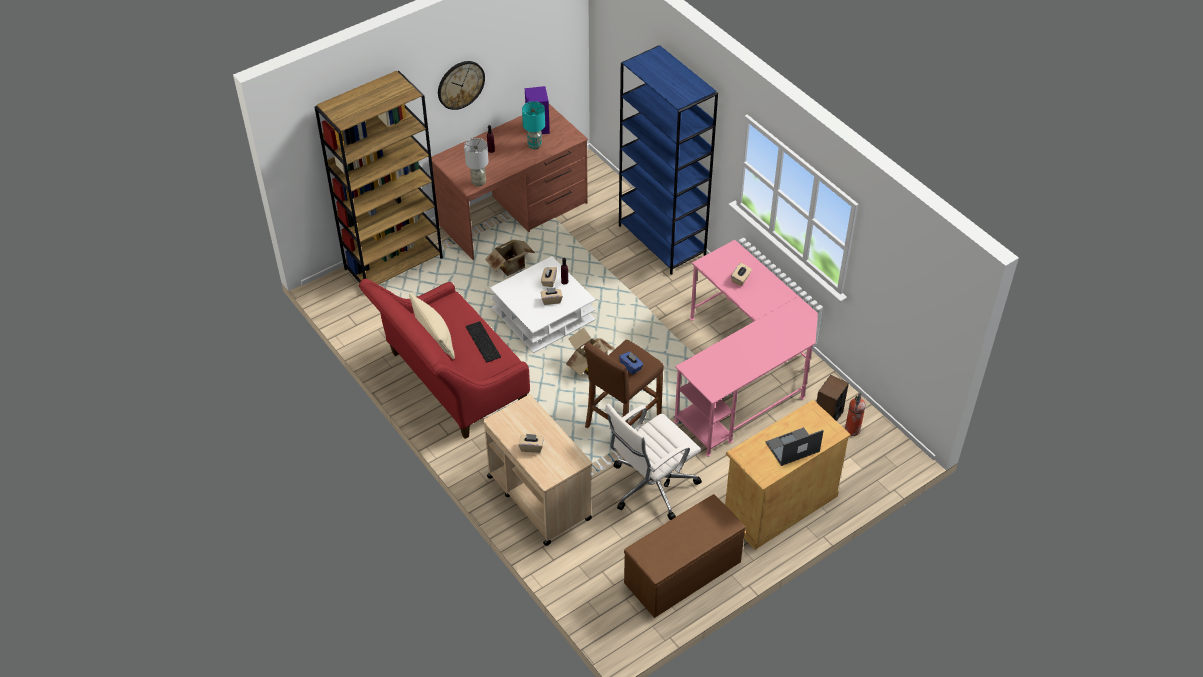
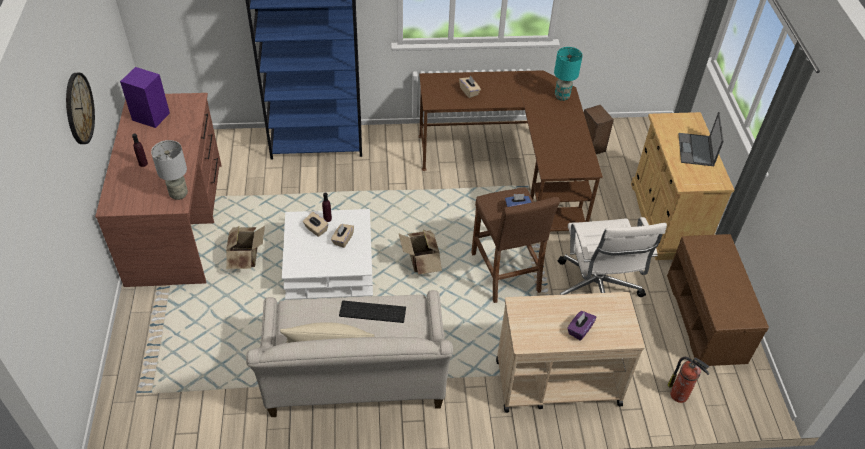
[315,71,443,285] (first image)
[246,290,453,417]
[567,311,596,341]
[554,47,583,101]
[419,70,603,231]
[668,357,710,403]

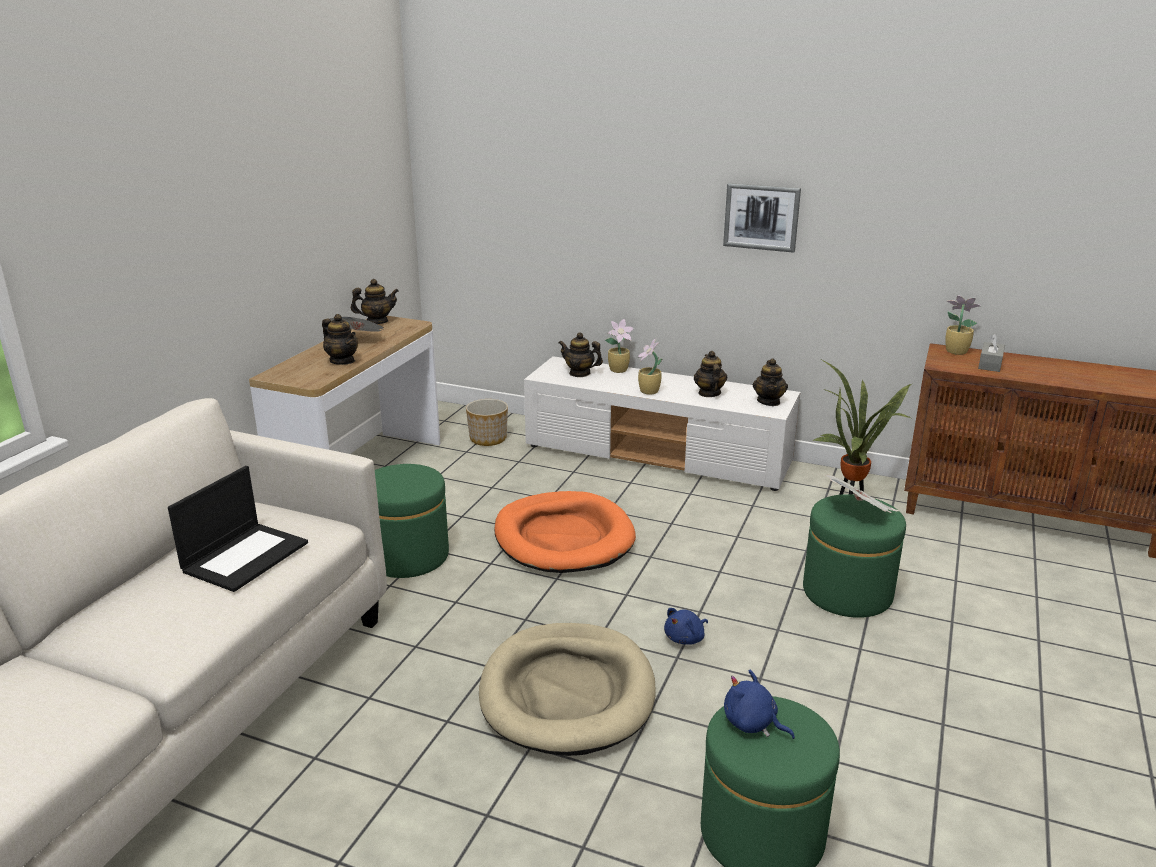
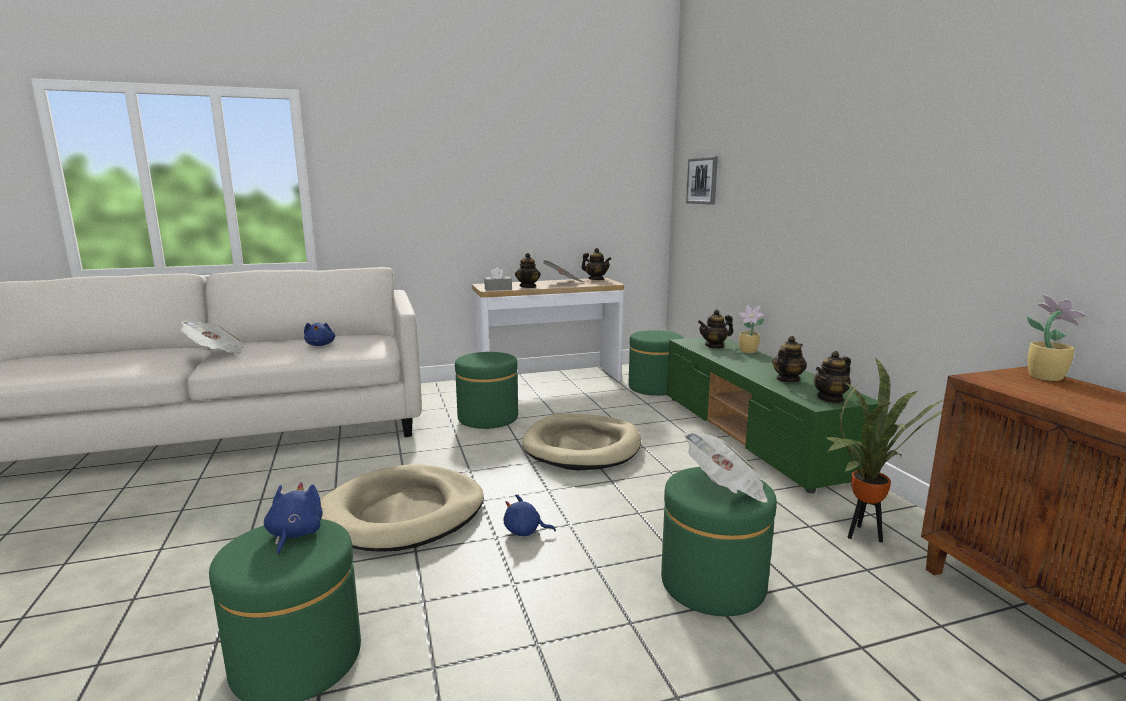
[304,323,335,346]
[629,330,684,396]
[523,413,641,471]
[667,337,878,493]
[698,310,733,349]
[638,338,662,394] (first image)
[686,156,718,205]
[484,267,512,291]
[181,321,246,354]

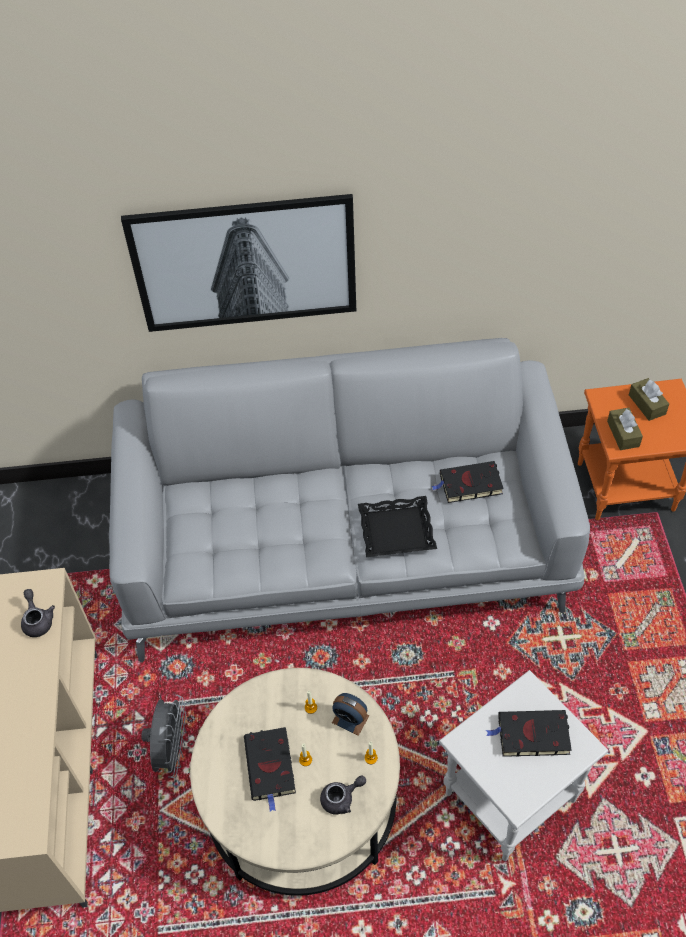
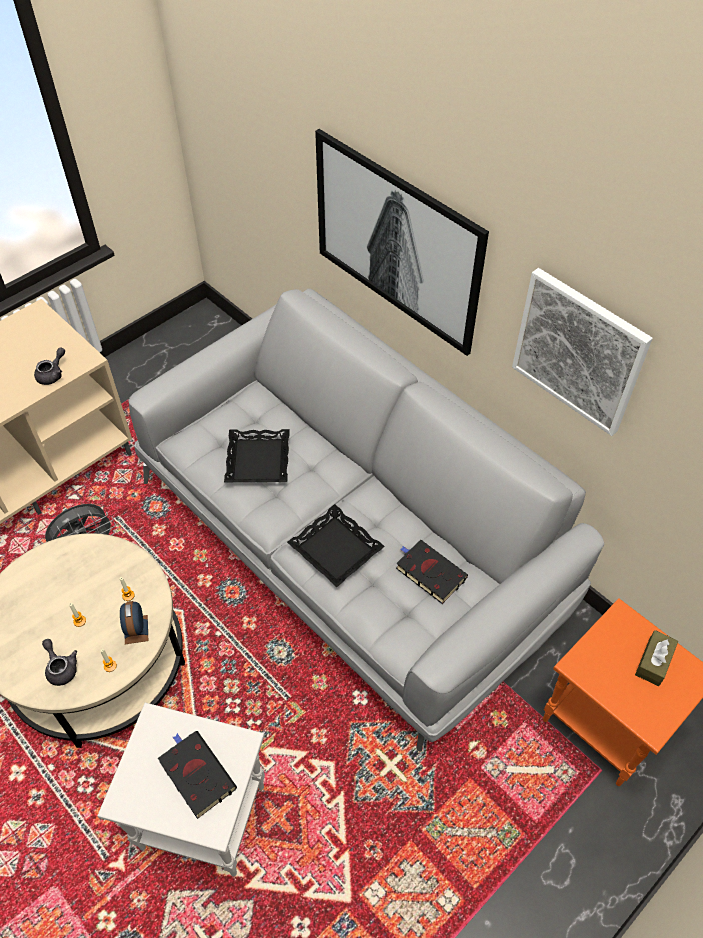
[244,727,296,812] (first image)
[42,639,77,686]
[607,408,643,450] (first image)
[224,429,290,482]
[512,268,653,436]

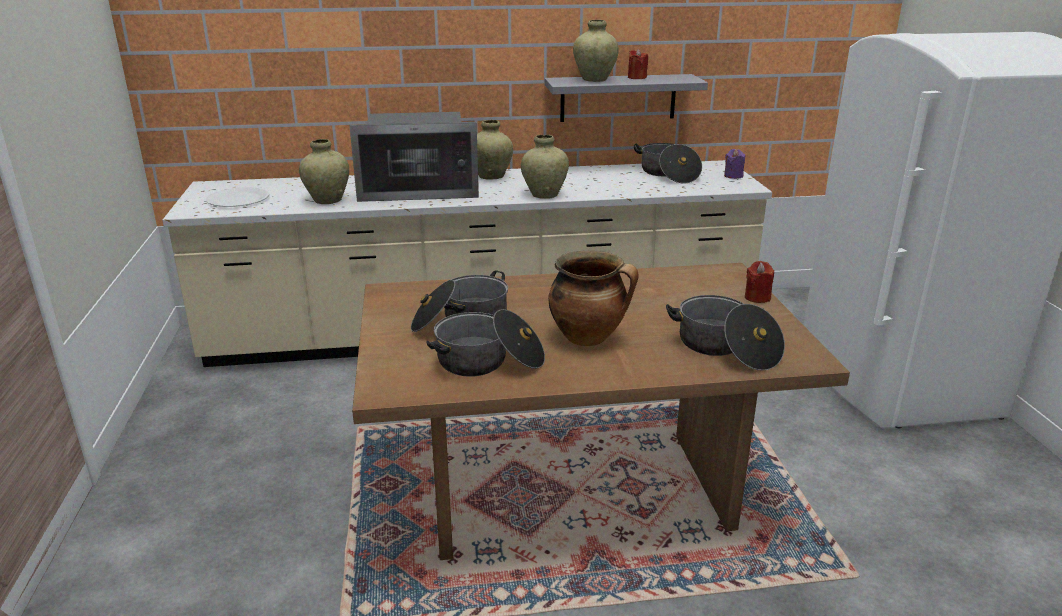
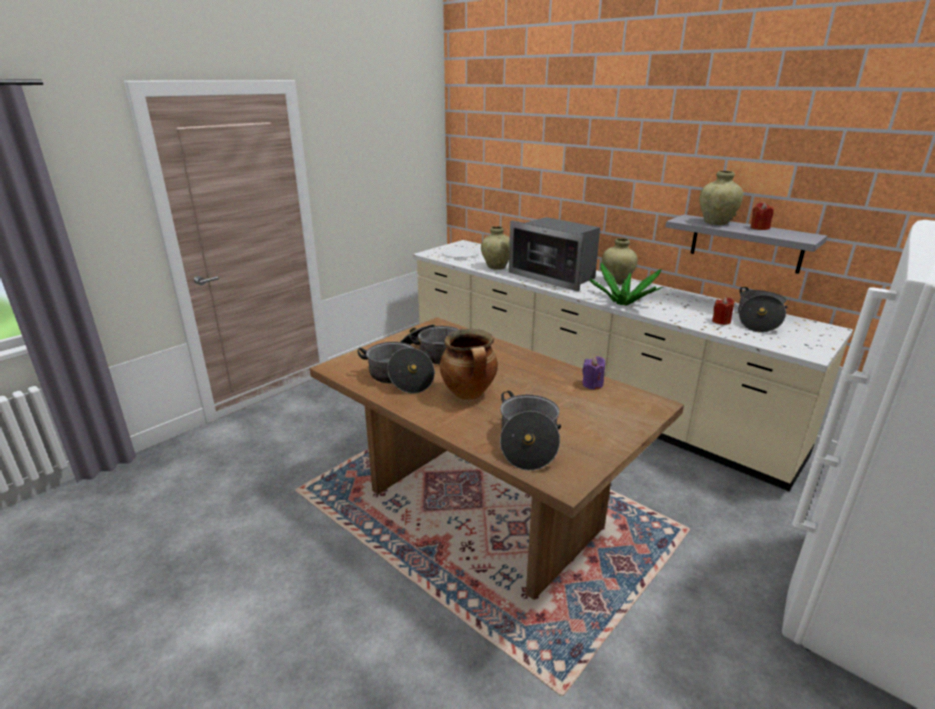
[590,263,662,306]
[582,356,605,390]
[712,297,735,325]

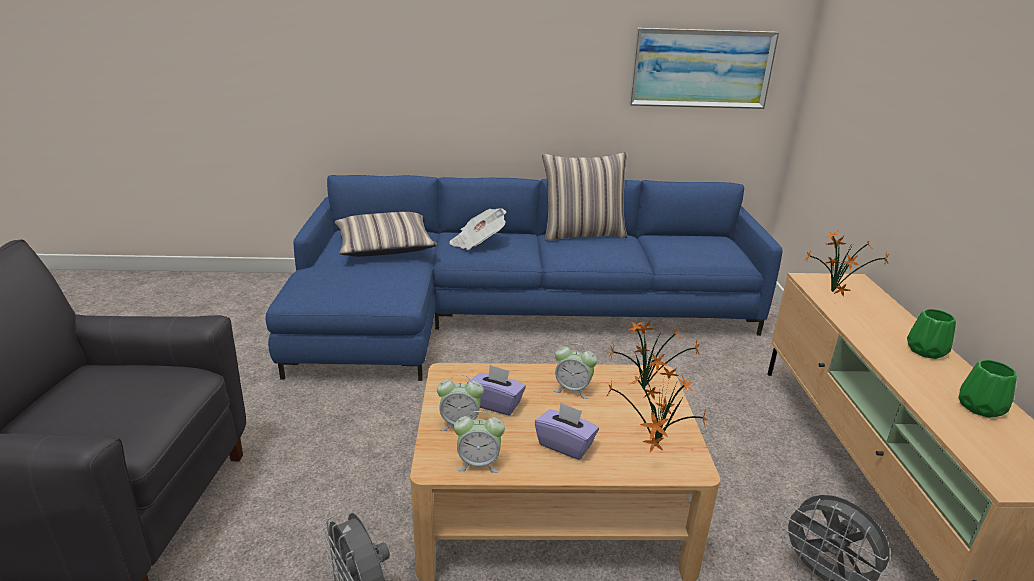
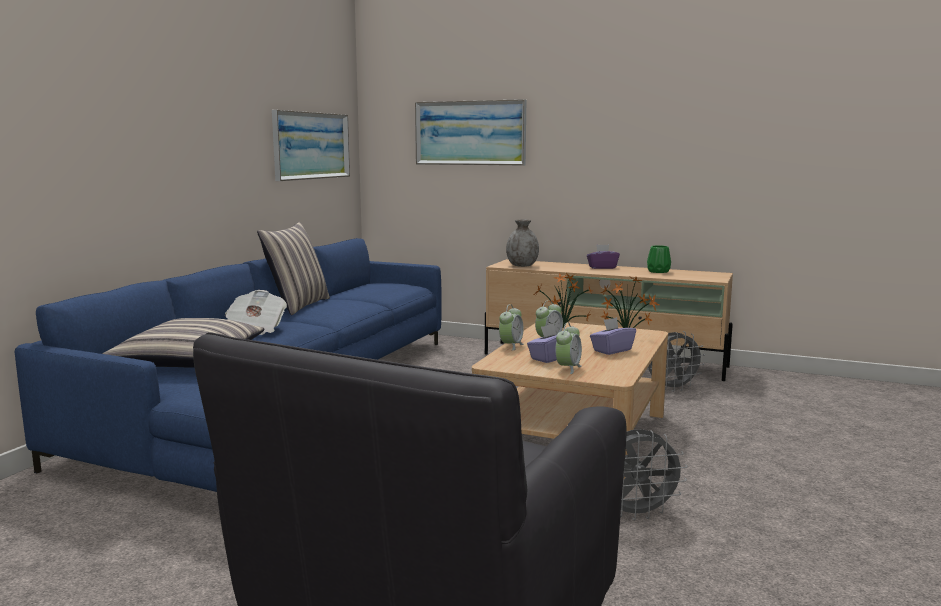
[499,304,524,351]
[506,220,539,267]
[587,244,620,269]
[415,99,526,165]

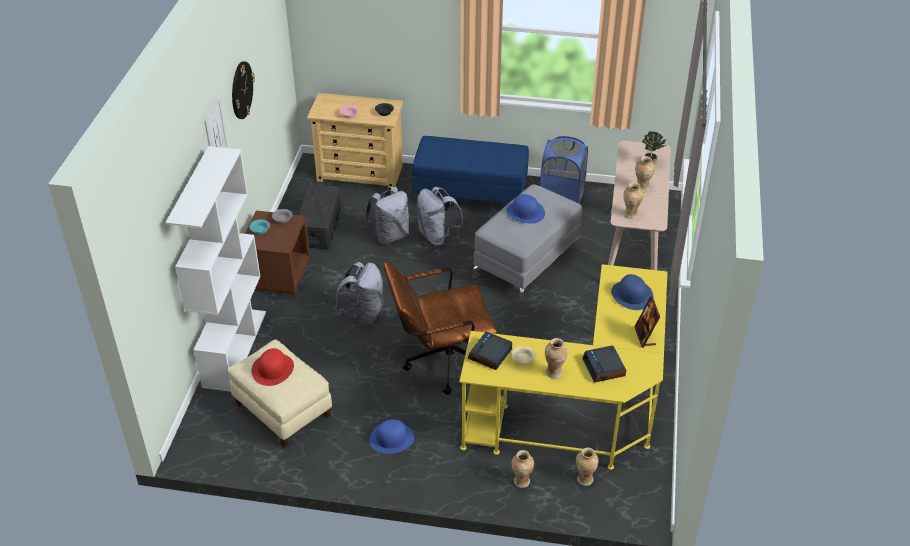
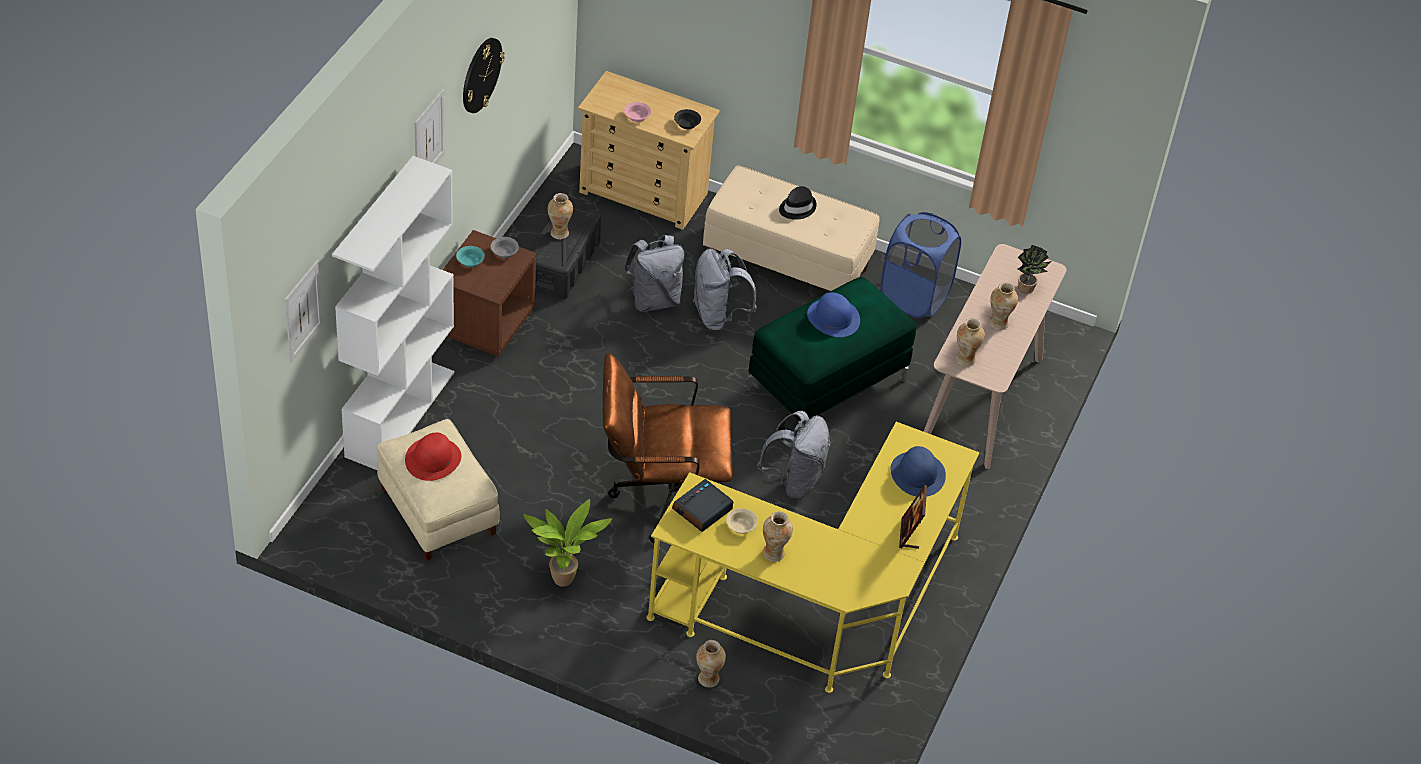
[757,411,830,498]
[524,499,612,587]
[703,165,879,291]
[746,277,916,432]
[548,193,573,239]
[582,346,626,383] (first image)
[285,260,323,363]
[779,186,817,220]

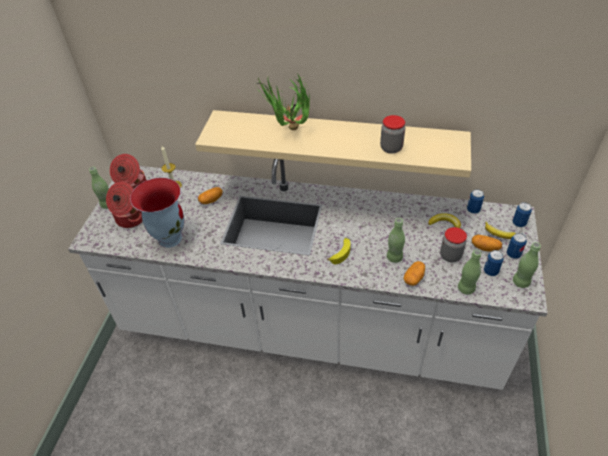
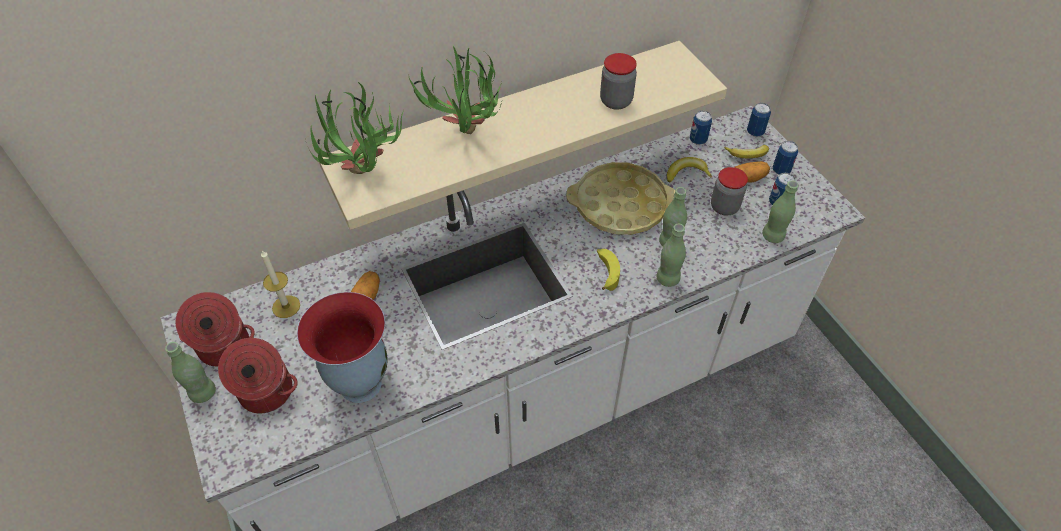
[404,261,425,286] (first image)
[656,224,686,287]
[306,82,404,174]
[566,162,675,235]

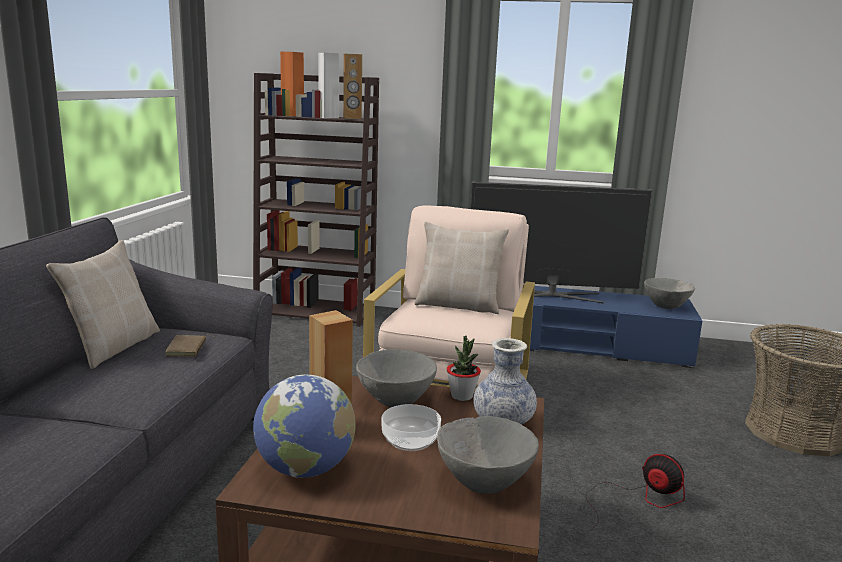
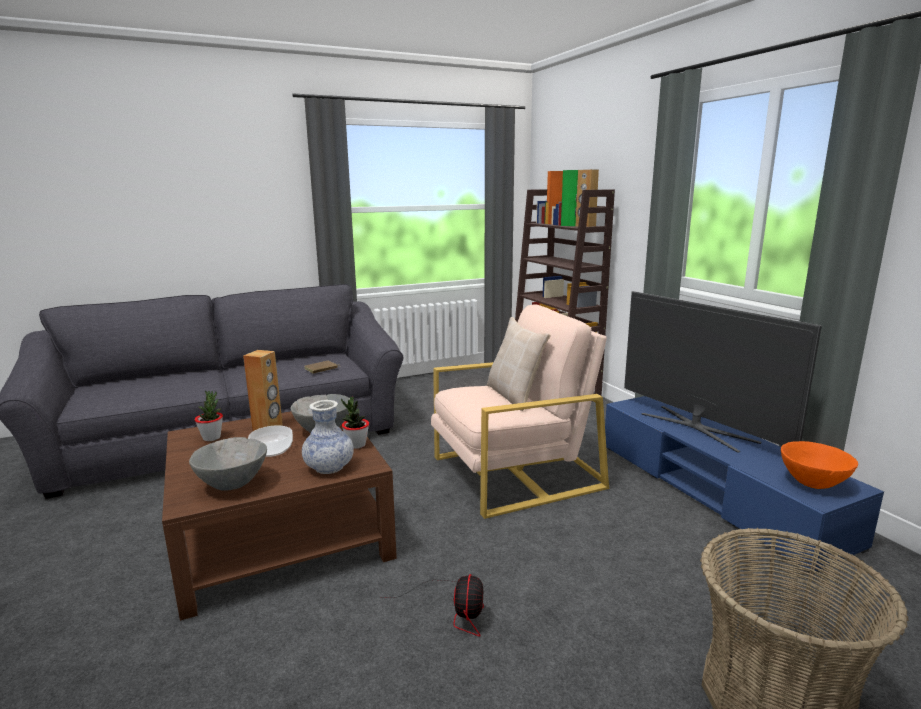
[46,240,160,369] (first image)
[195,391,223,441]
[561,170,578,226]
[781,441,858,489]

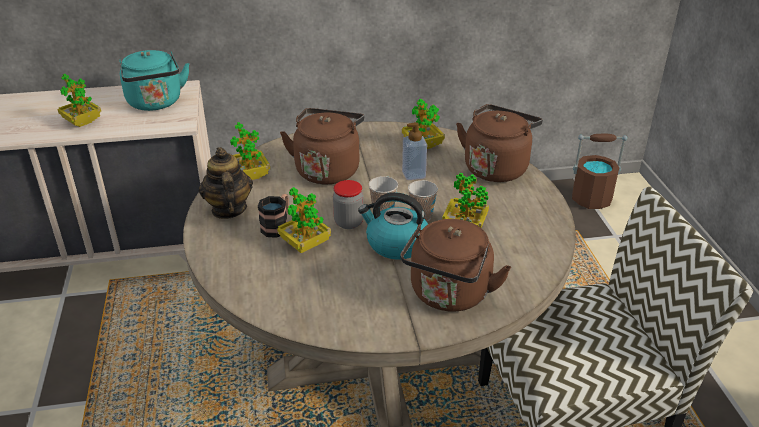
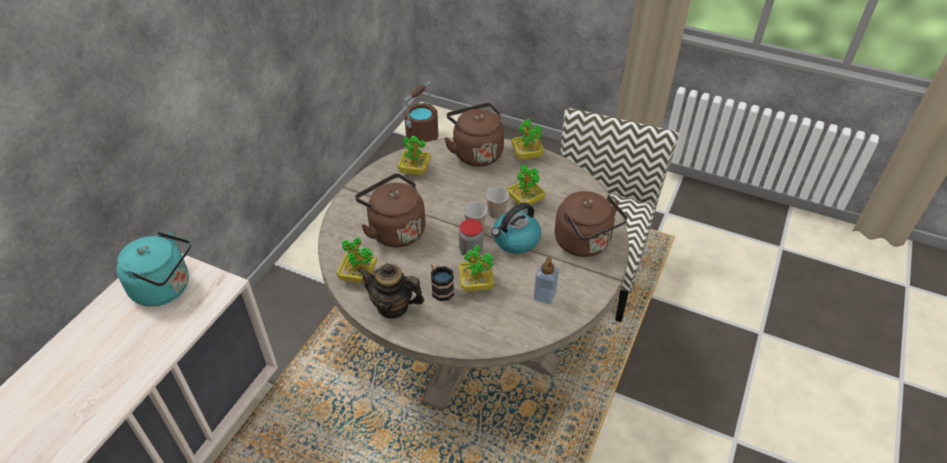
[511,119,544,160]
[533,257,559,305]

